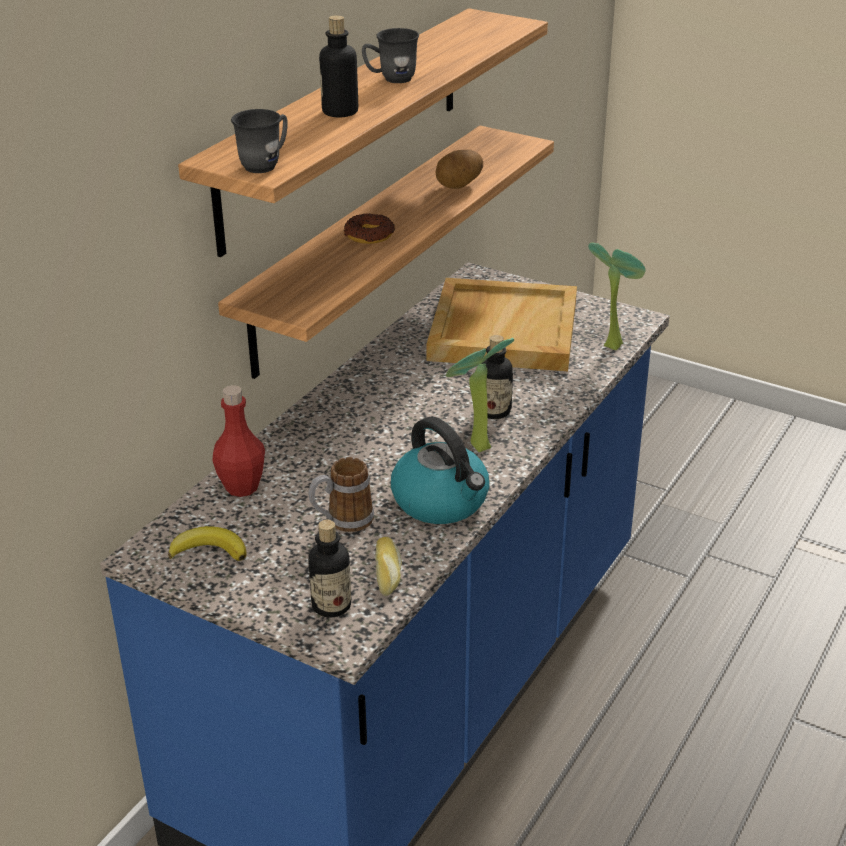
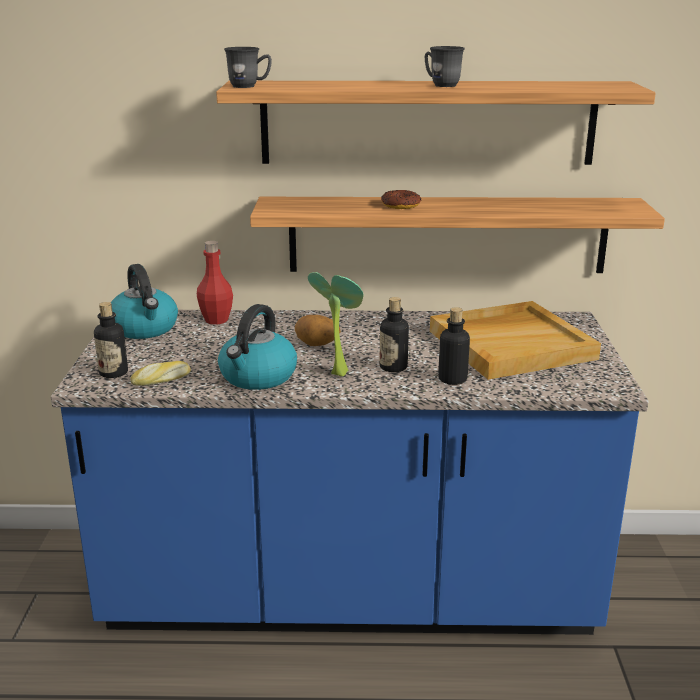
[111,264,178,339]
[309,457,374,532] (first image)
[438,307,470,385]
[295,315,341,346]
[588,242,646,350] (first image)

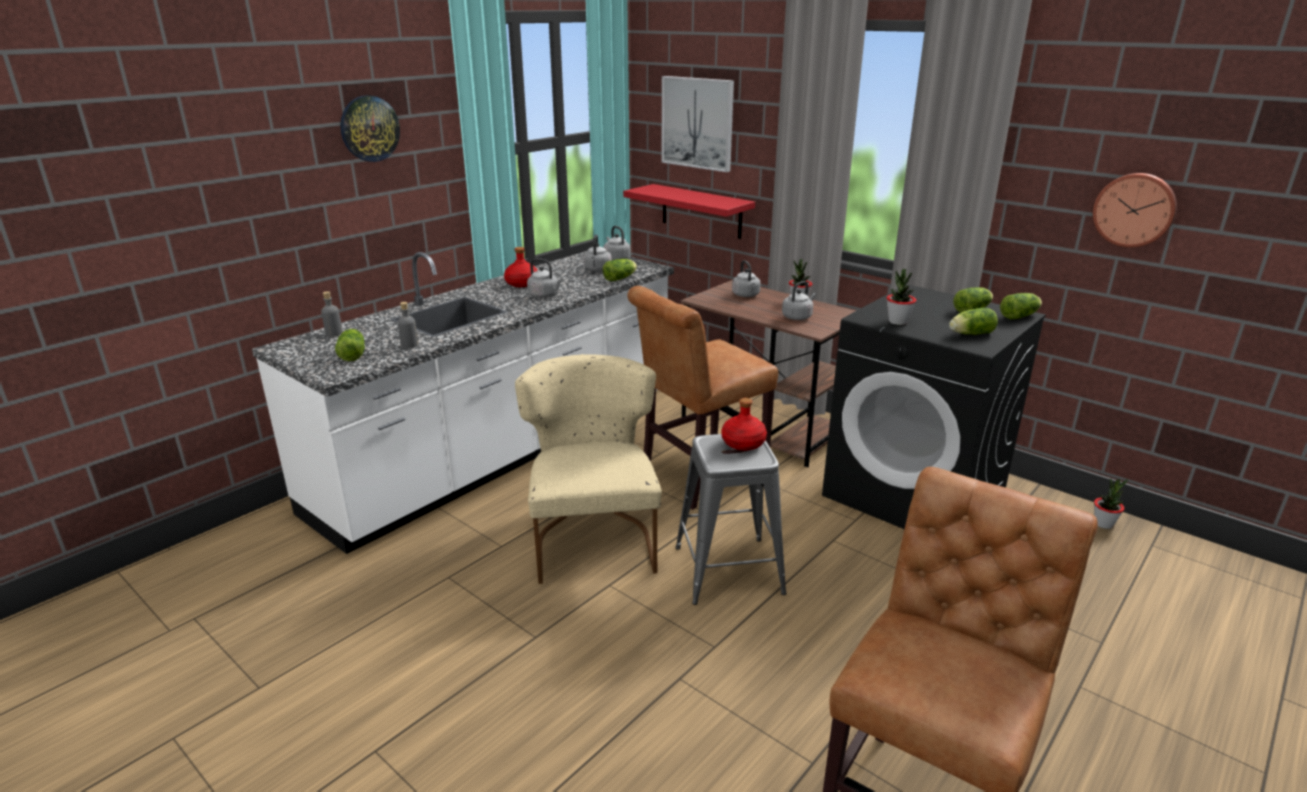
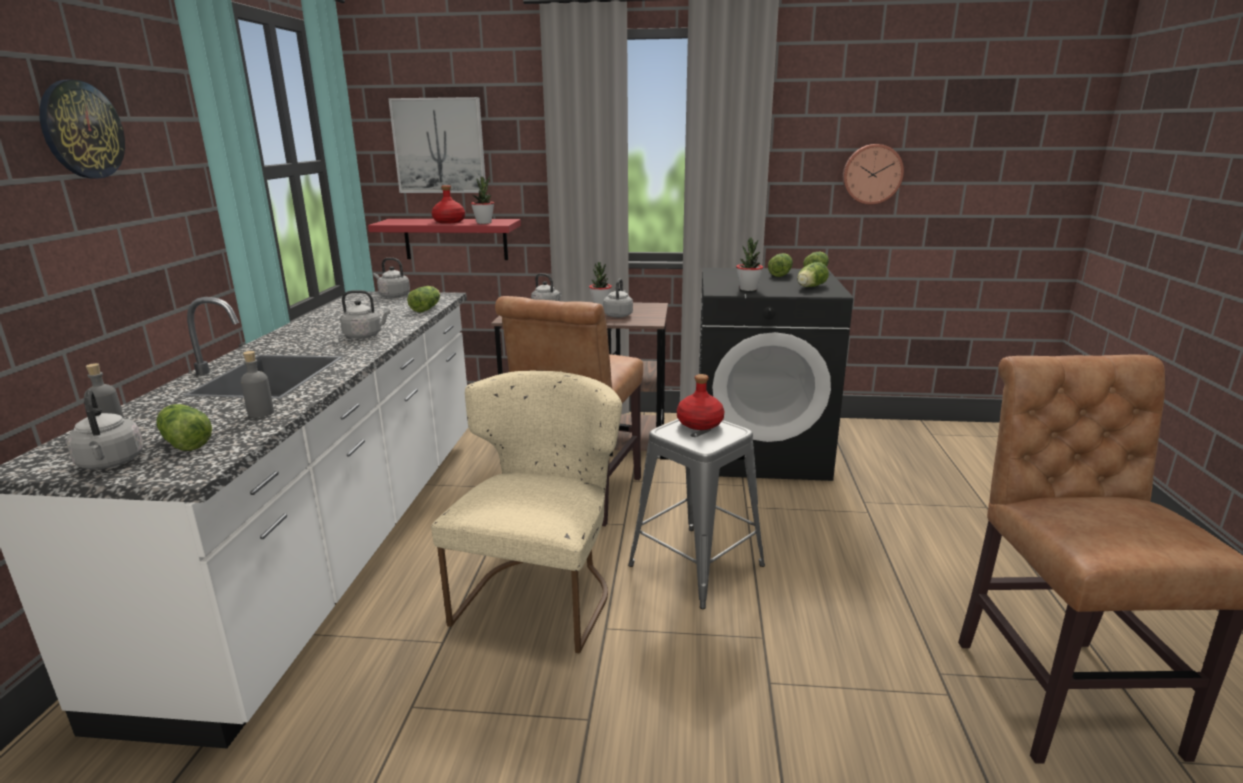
[432,185,465,224]
[431,370,622,654]
[66,390,144,469]
[471,176,494,224]

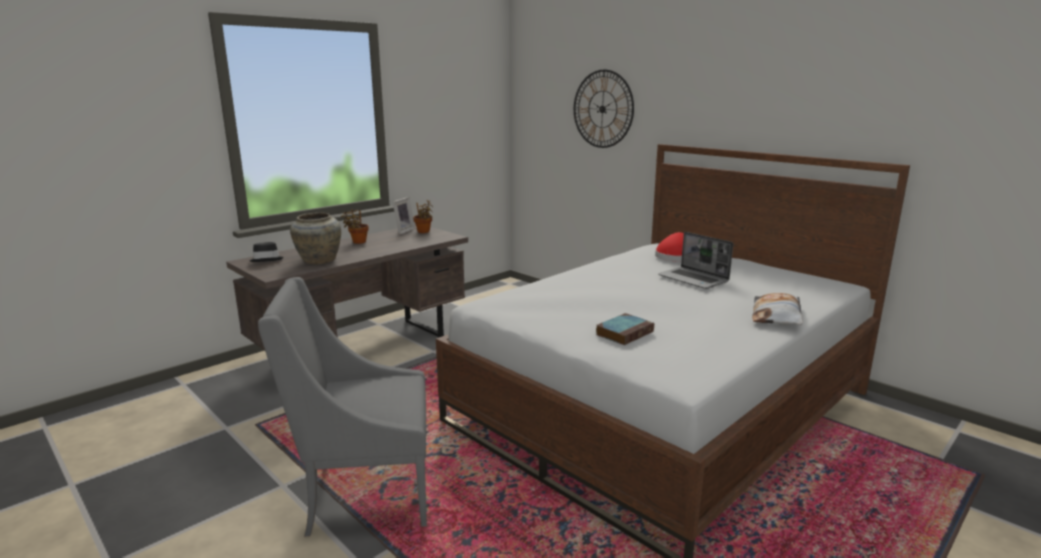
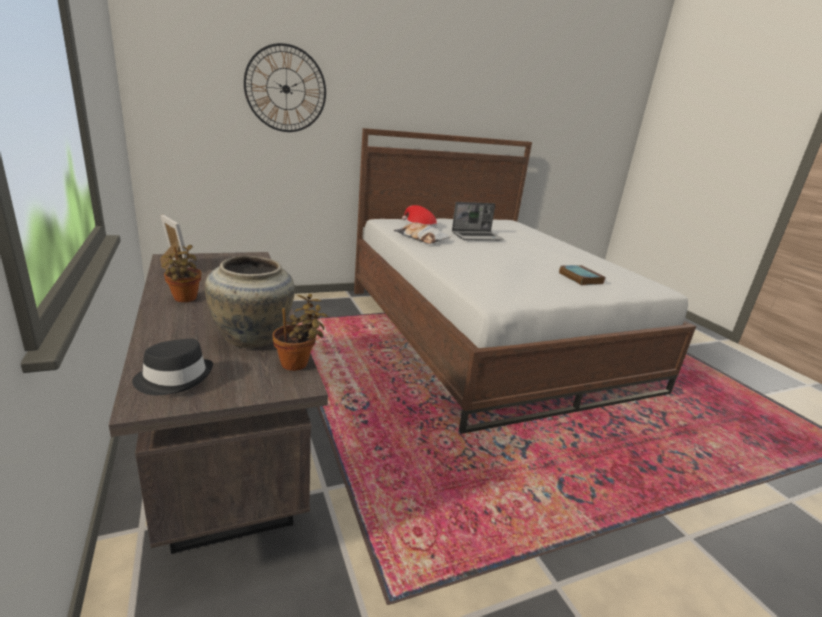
[258,277,427,536] (first image)
[272,294,328,371]
[394,223,451,244]

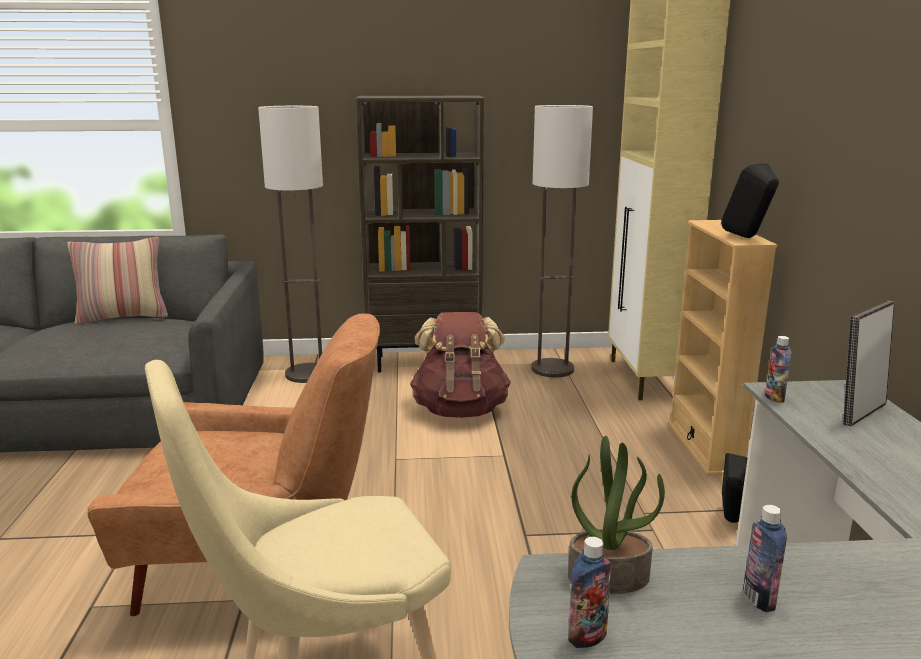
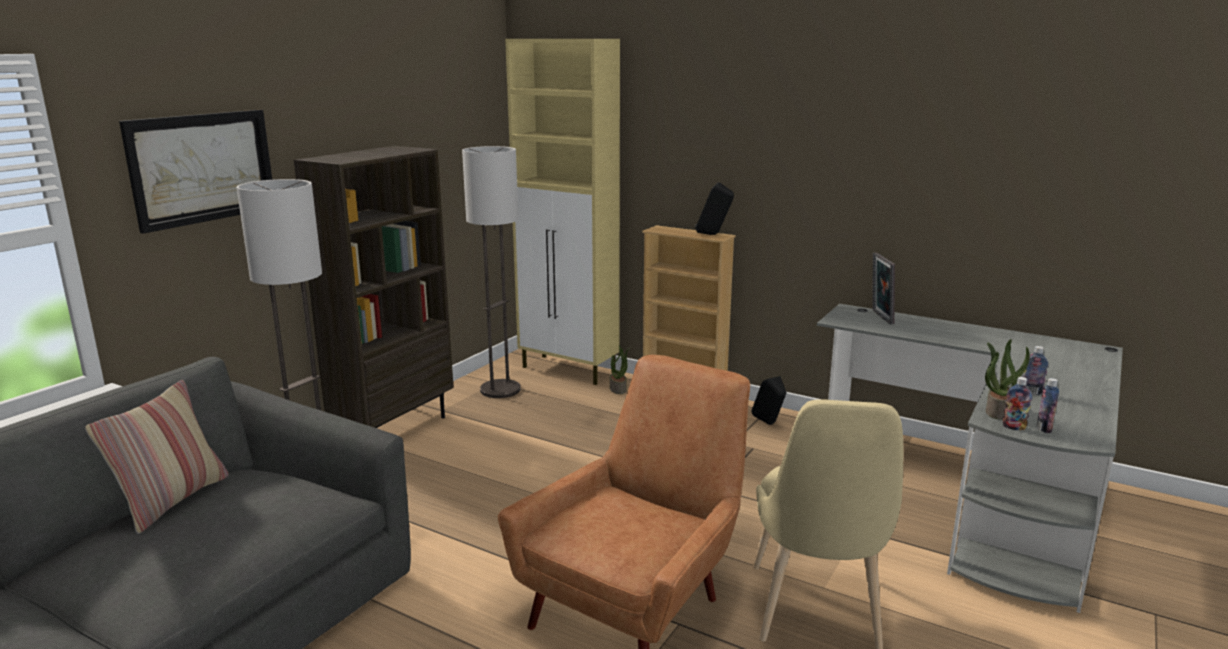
[410,312,511,418] (first image)
[1002,377,1032,430]
[119,110,272,234]
[610,345,631,394]

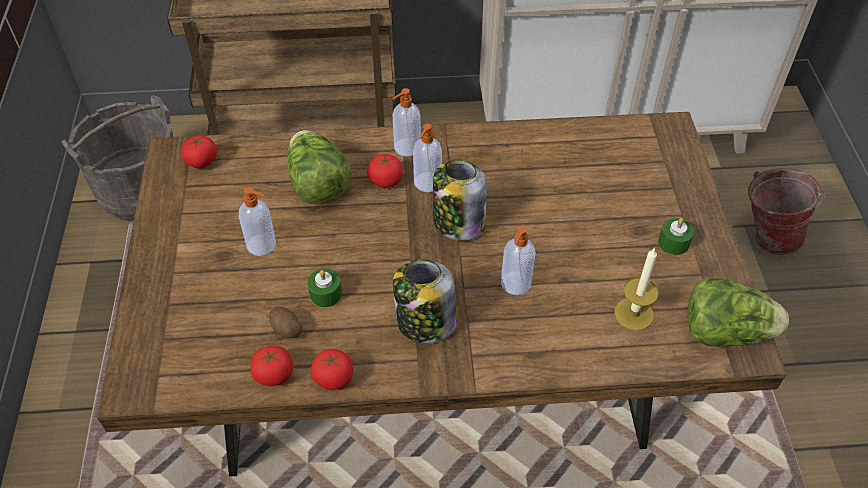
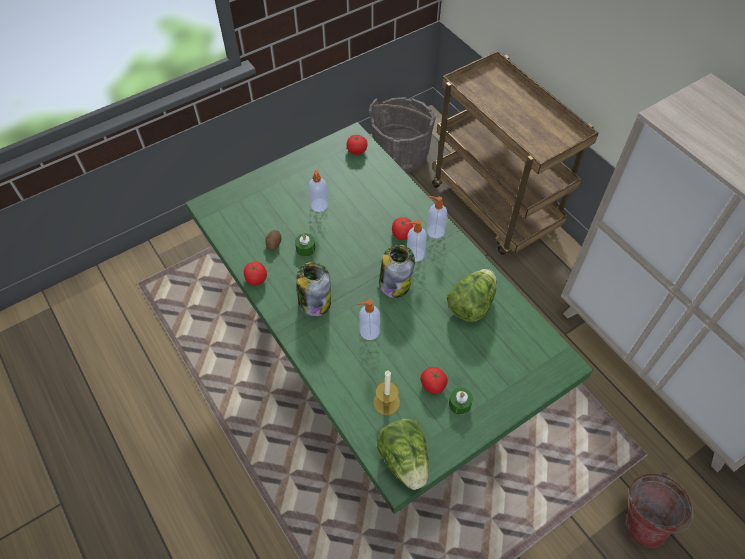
[185,122,593,514]
[421,367,448,394]
[447,269,496,322]

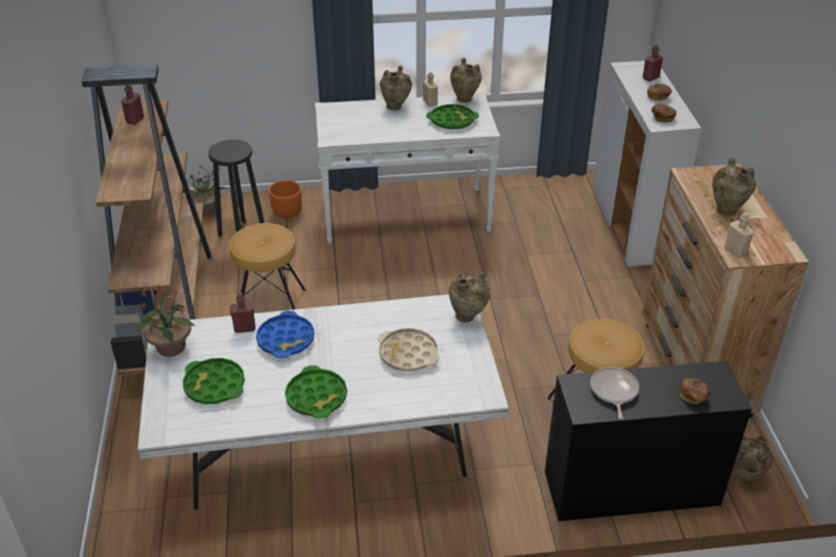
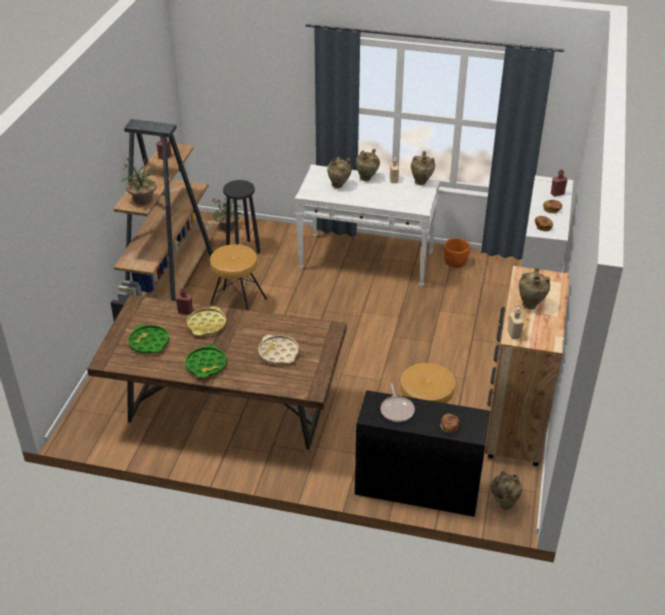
[121,158,157,205]
[87,295,347,450]
[187,306,226,336]
[444,238,470,268]
[426,104,479,129] (first image)
[327,157,352,188]
[381,383,415,422]

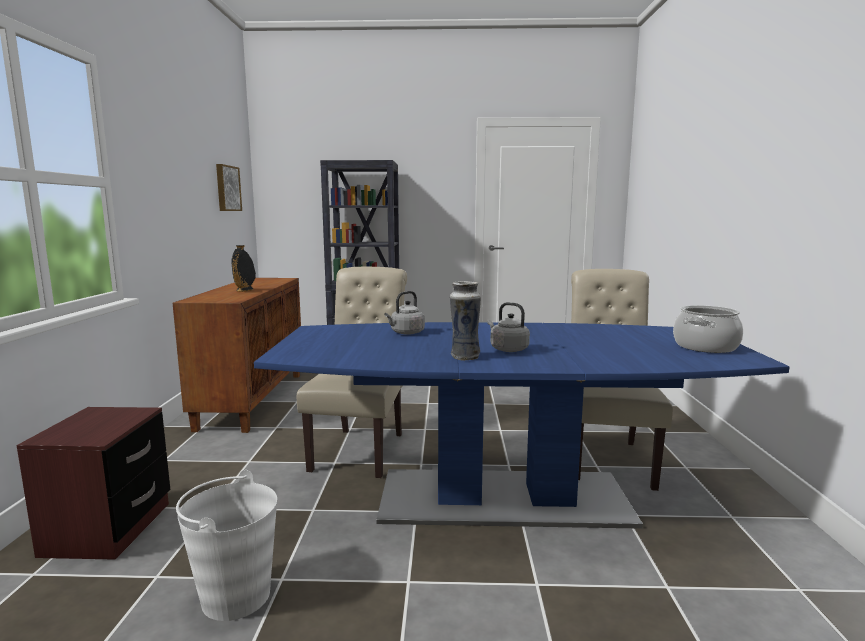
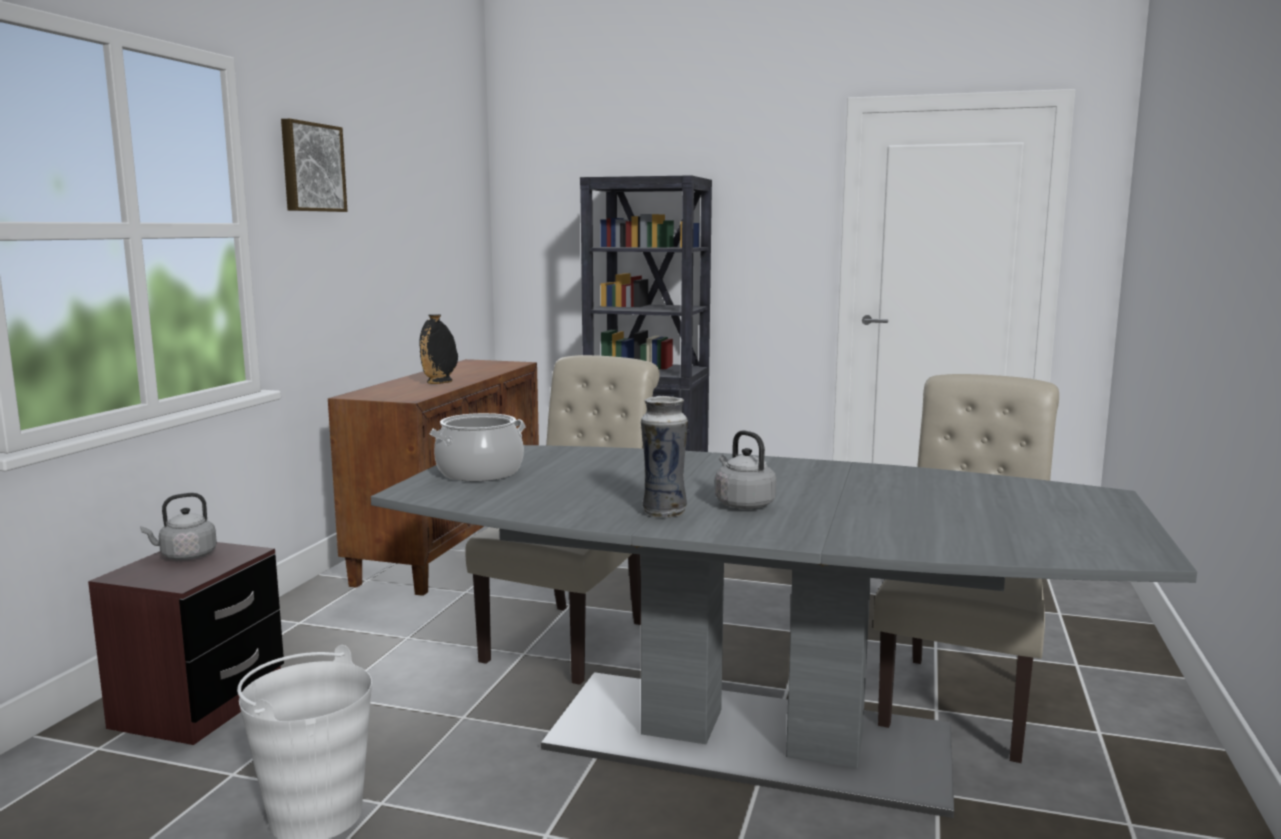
[281,119,348,212]
[371,445,1197,818]
[140,493,217,560]
[430,413,526,481]

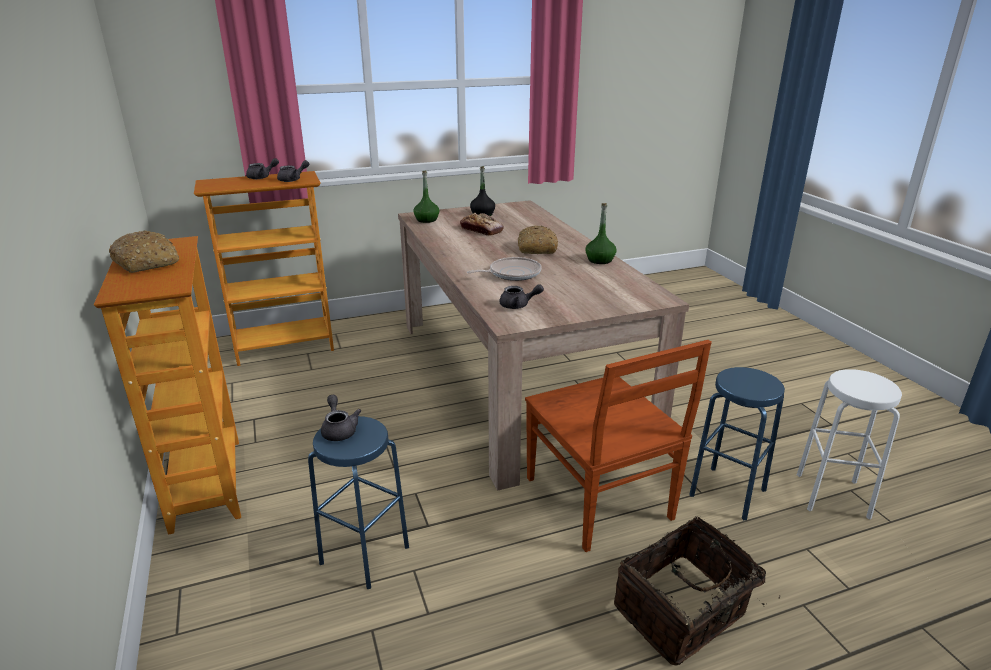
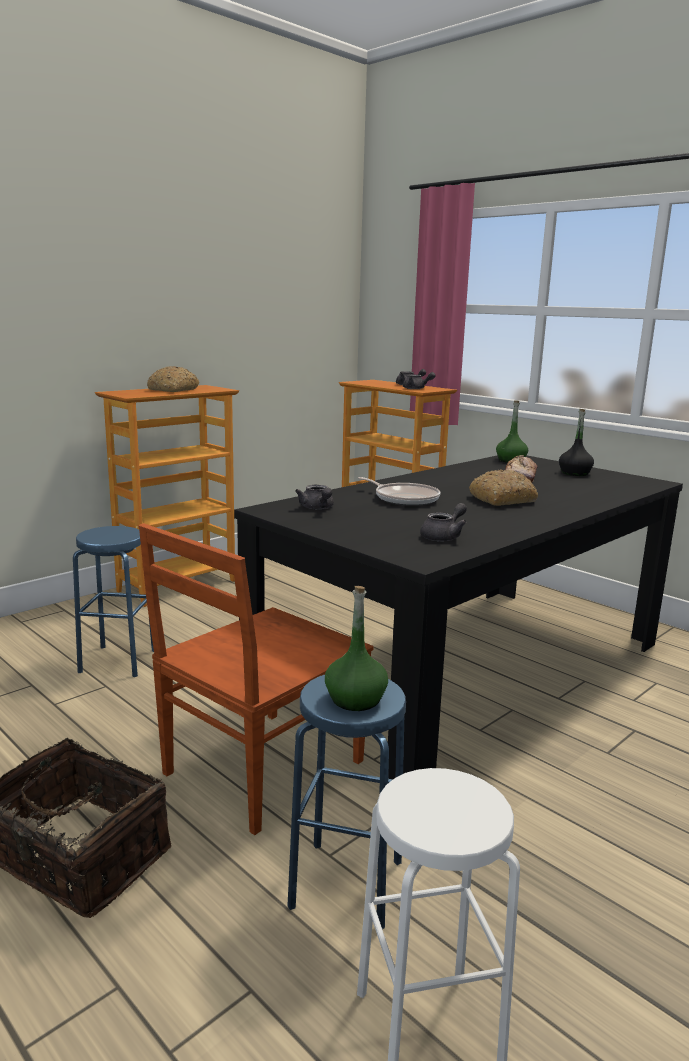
[420,503,467,542]
[234,455,683,779]
[325,586,388,711]

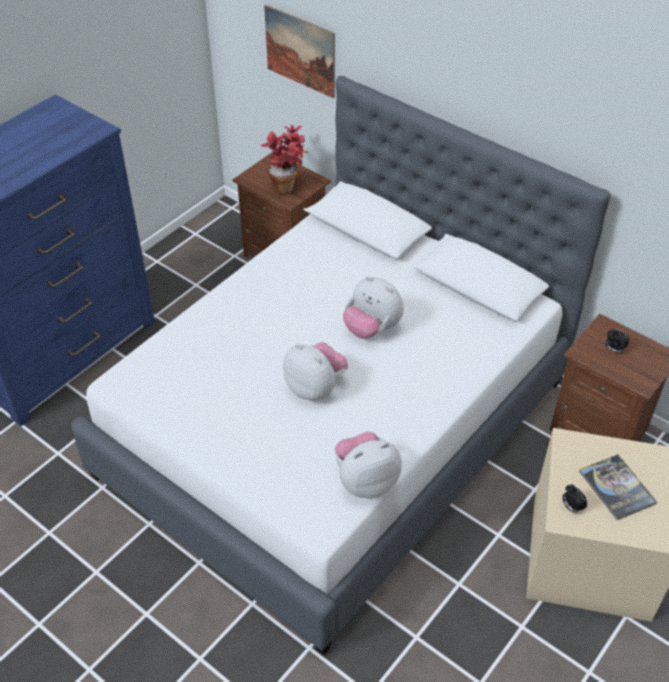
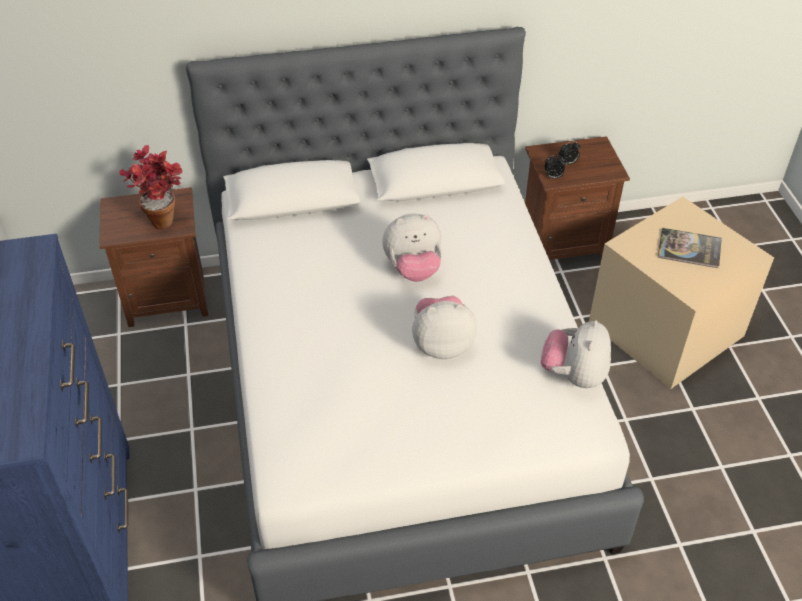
[264,5,335,98] (first image)
[545,155,566,179]

